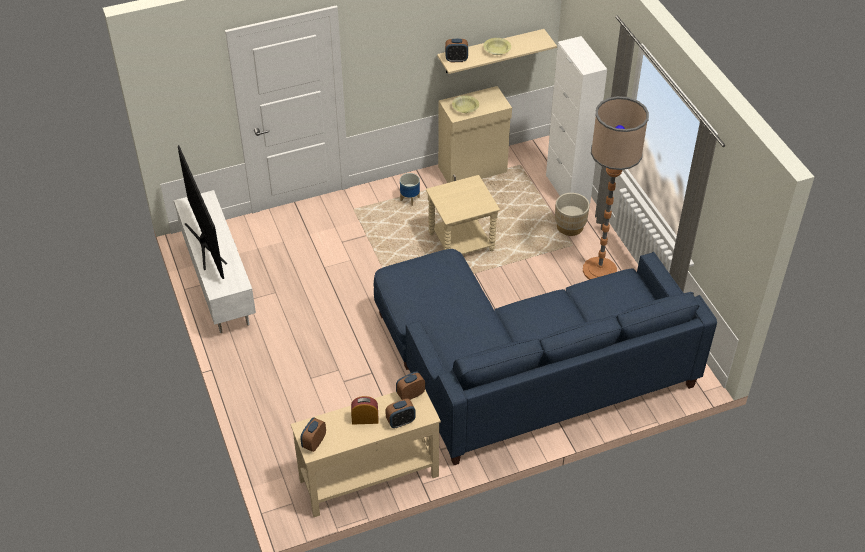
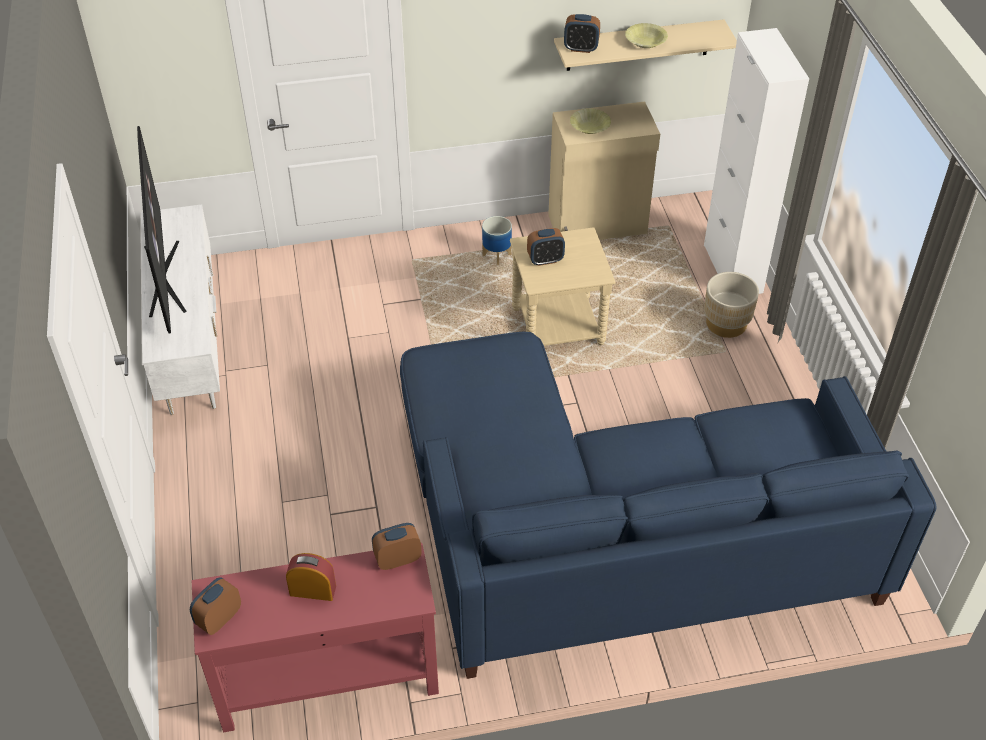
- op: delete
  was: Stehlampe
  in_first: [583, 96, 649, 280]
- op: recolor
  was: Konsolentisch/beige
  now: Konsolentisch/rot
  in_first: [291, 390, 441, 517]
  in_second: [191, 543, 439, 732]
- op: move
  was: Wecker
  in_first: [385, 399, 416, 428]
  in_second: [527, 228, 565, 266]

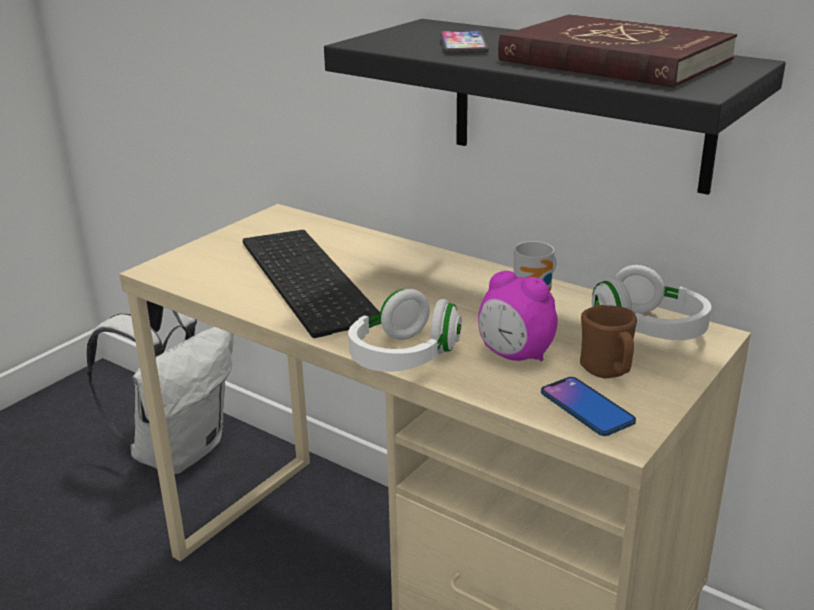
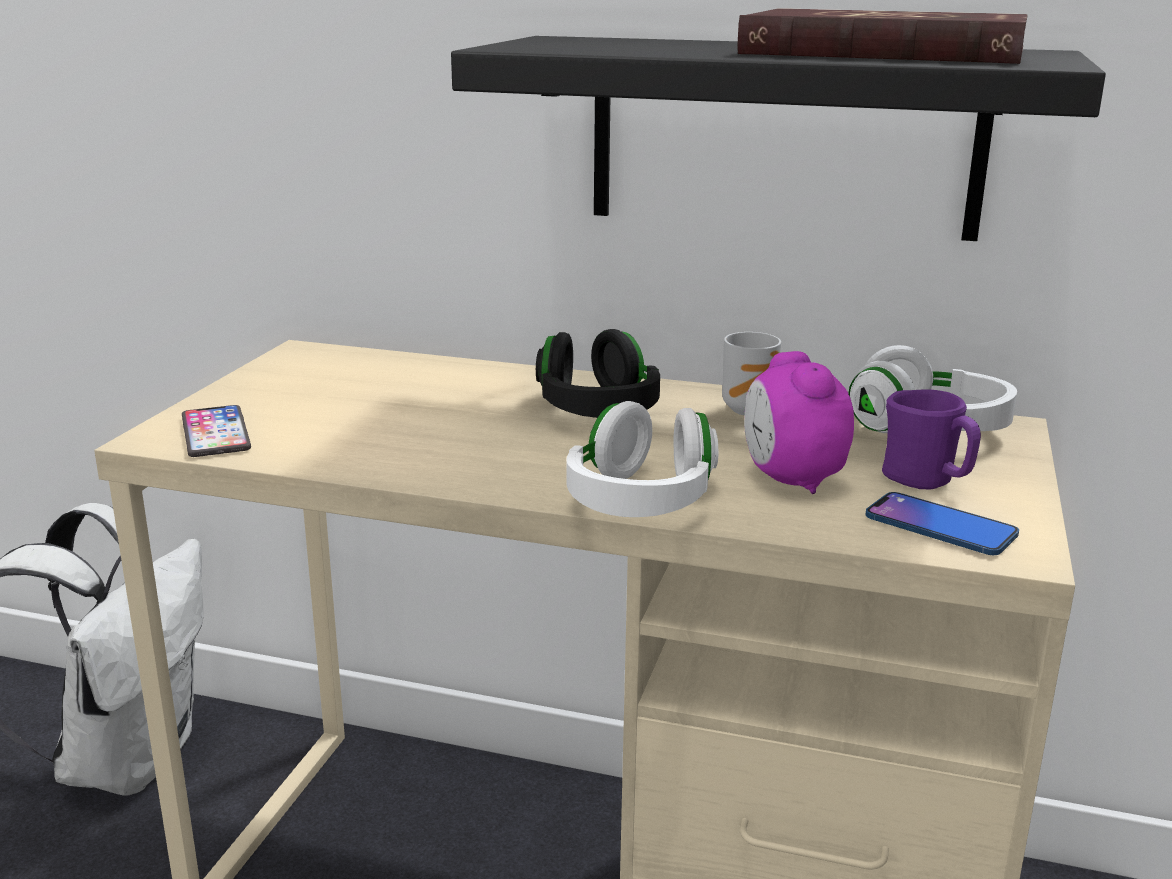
- op: move
  was: Handy
  in_first: [440, 30, 489, 53]
  in_second: [182, 405, 251, 457]
- op: delete
  was: Tastatur
  in_first: [243, 230, 380, 338]
- op: rotate
  was: Wecker
  in_first: [478, 271, 558, 361]
  in_second: [744, 351, 854, 494]
  clockwise: 60
- op: recolor
  was: Henkelbecher/braun
  now: Henkelbecher/lila
  in_first: [580, 305, 637, 378]
  in_second: [882, 390, 981, 490]
- op: insert
  now: Kopfhörer/schwarz
  in_second: [536, 329, 660, 418]

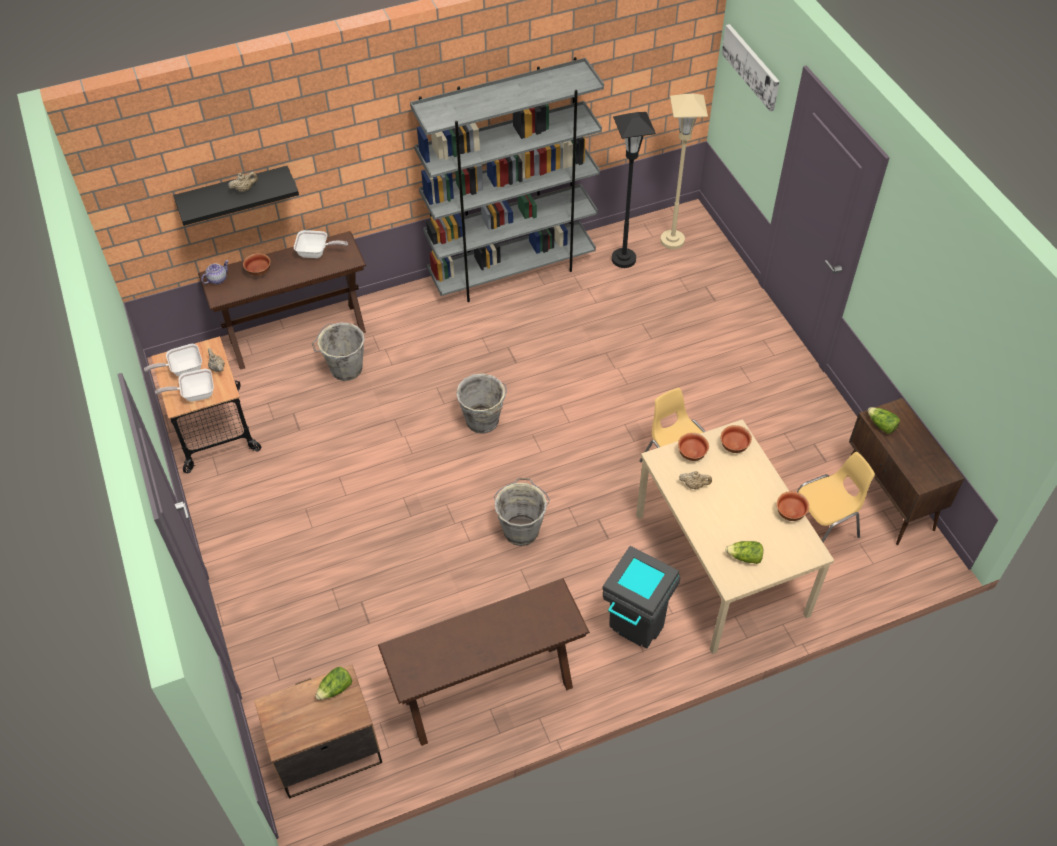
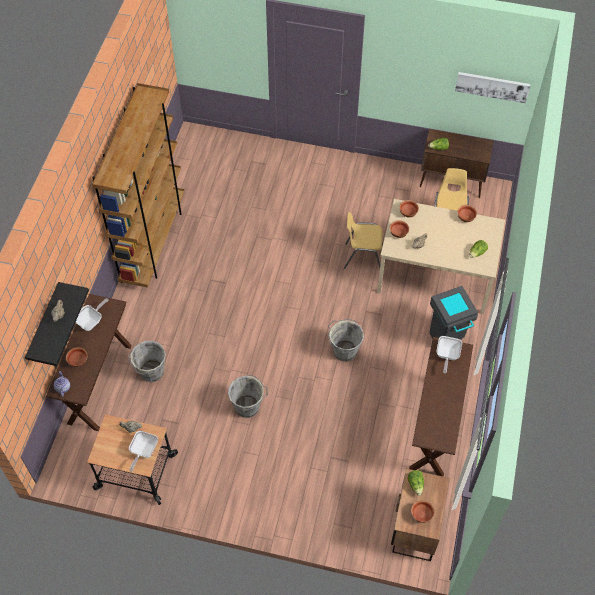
- op: move
  was: Bild
  in_first: [722, 24, 780, 112]
  in_second: [455, 72, 531, 103]
- op: recolor
  was: Bücherregal/grau
  now: Bücherregal/braun
  in_first: [410, 57, 604, 302]
  in_second: [92, 83, 184, 288]
- op: delete
  was: Stehlampe/beige
  in_first: [660, 94, 708, 249]
- op: delete
  was: Stehlampe/schwarz
  in_first: [612, 112, 656, 268]
- op: move
  was: Pfanne
  in_first: [144, 344, 202, 376]
  in_second: [436, 336, 462, 373]
- op: move
  was: Eimer/grau
  in_first: [456, 373, 507, 434]
  in_second: [228, 375, 268, 418]
- op: insert
  now: Schüssel
  in_second: [411, 500, 435, 523]

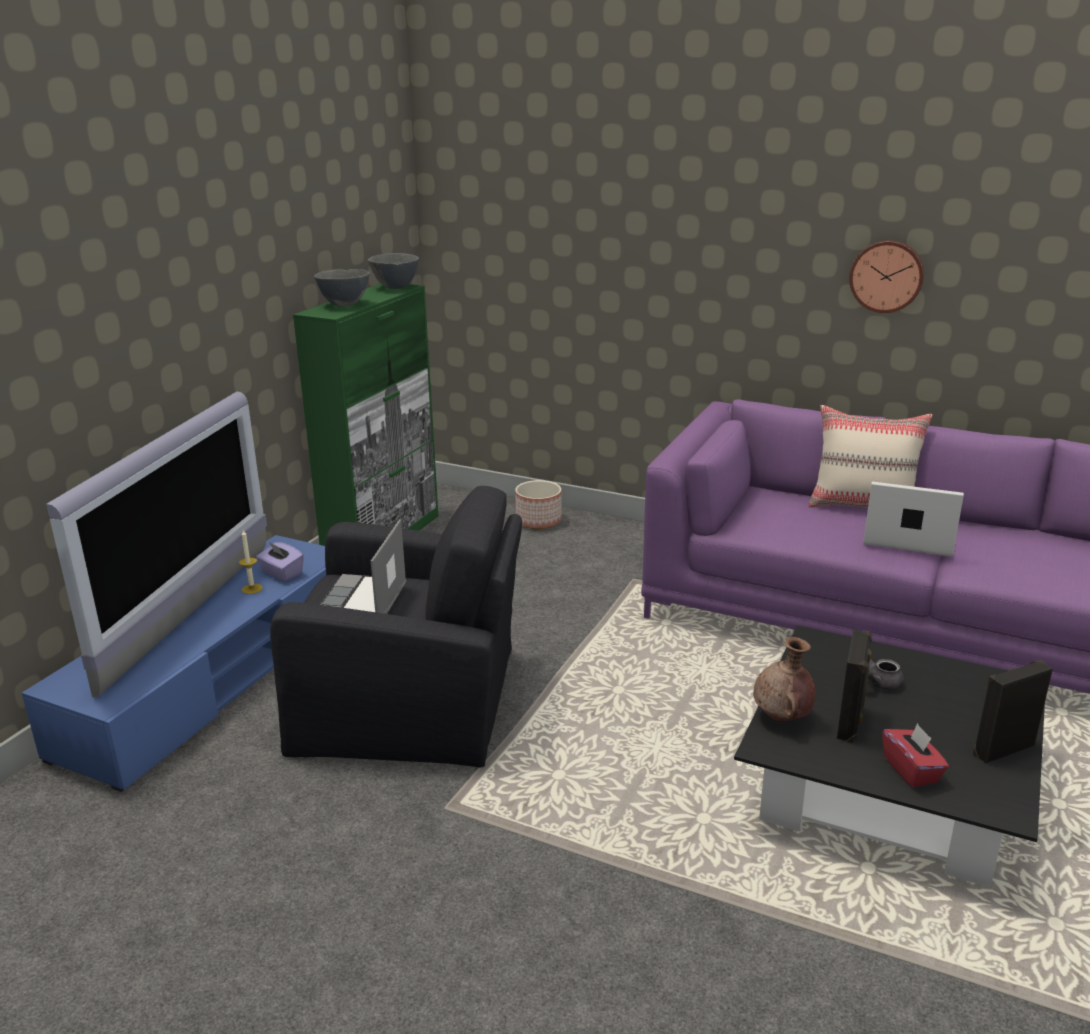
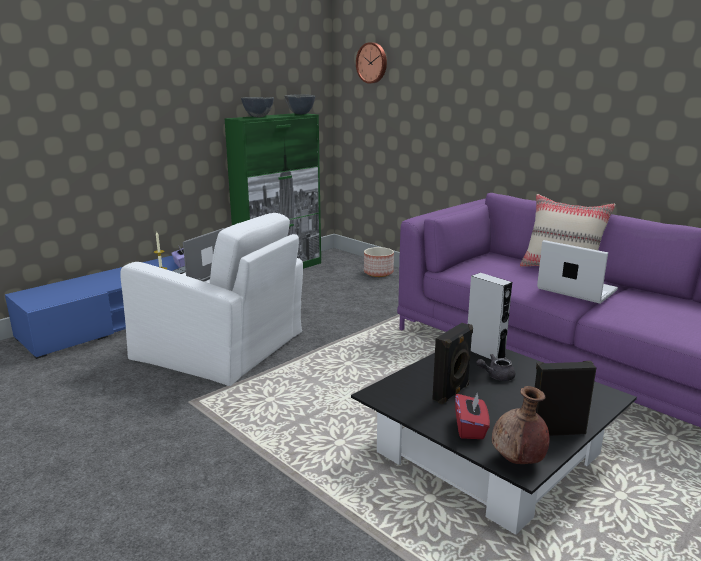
- op: move
  was: Wanduhr
  in_first: [849, 240, 924, 313]
  in_second: [356, 42, 387, 84]
- op: delete
  was: Fernseher
  in_first: [46, 392, 267, 698]
- op: recolor
  was: Sessel/schwarz
  now: Sessel/weiß
  in_first: [270, 486, 522, 767]
  in_second: [120, 213, 303, 386]
- op: move
  was: Vase/braun
  in_first: [753, 637, 815, 721]
  in_second: [492, 386, 550, 464]
- op: insert
  now: Lautsprecher/grau
  in_second: [468, 273, 512, 360]

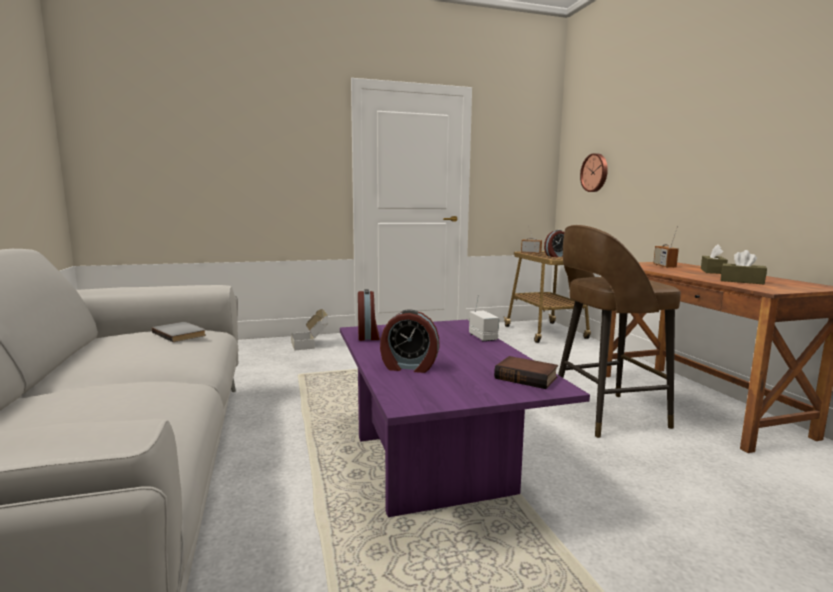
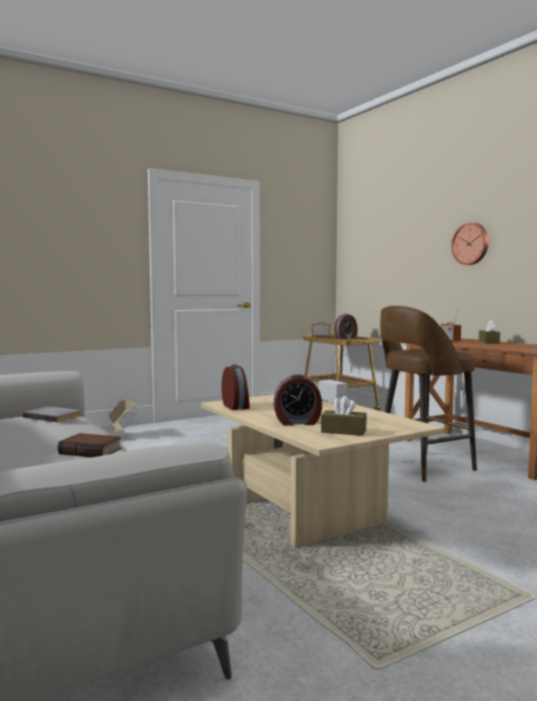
- op: move
  was: Wanduhr
  in_first: [580, 153, 608, 192]
  in_second: [451, 223, 489, 265]
- op: move
  was: Taschentuchbox/braun
  in_first: [720, 250, 767, 284]
  in_second: [321, 396, 367, 436]
- op: recolor
  was: Couchtisch/lila
  now: Couchtisch/beige
  in_first: [340, 320, 590, 517]
  in_second: [201, 395, 444, 548]
- op: move
  was: Buch
  in_first: [494, 356, 558, 389]
  in_second: [58, 433, 122, 457]

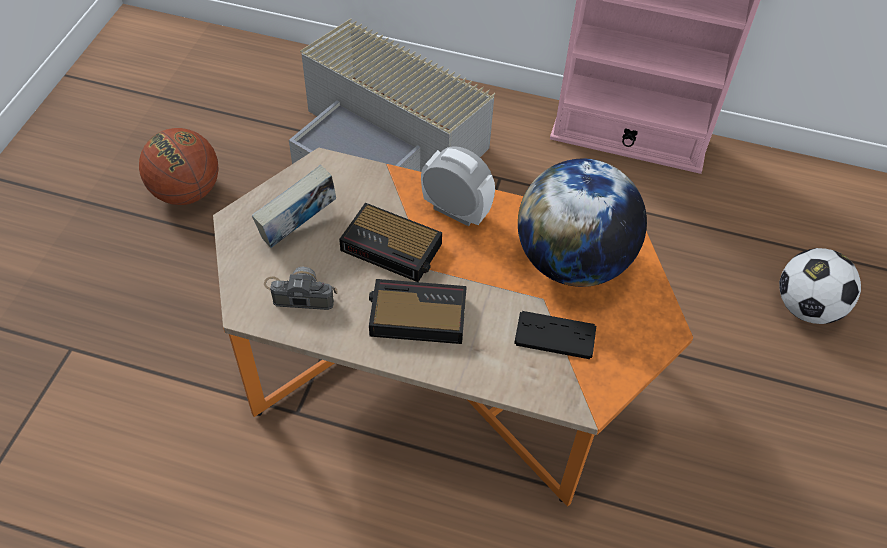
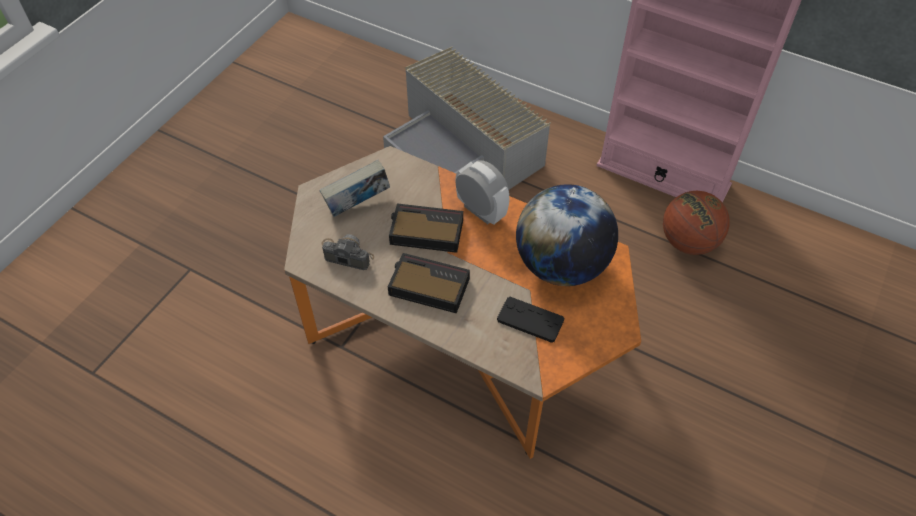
- op: move
  was: Basketball
  in_first: [139, 128, 219, 205]
  in_second: [663, 191, 729, 255]
- op: rotate
  was: Wecker
  in_first: [339, 203, 442, 282]
  in_second: [389, 203, 463, 253]
  clockwise: 150
- op: delete
  was: Fußball
  in_first: [779, 248, 861, 324]

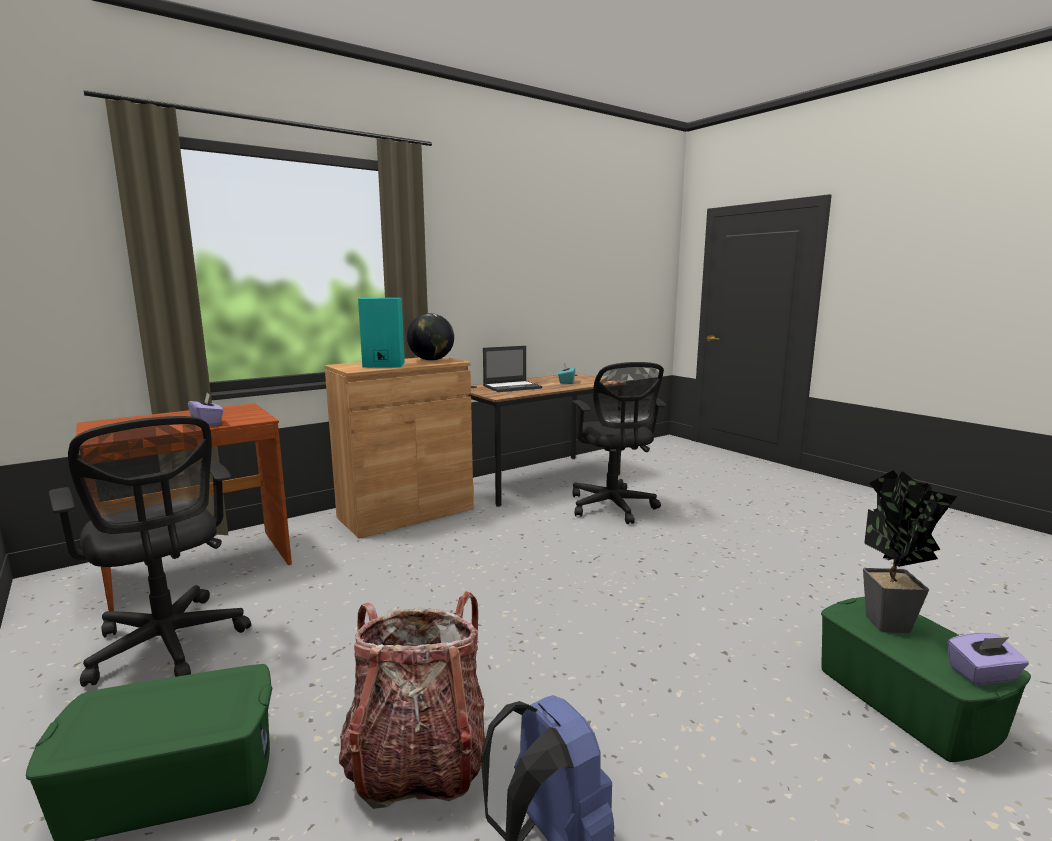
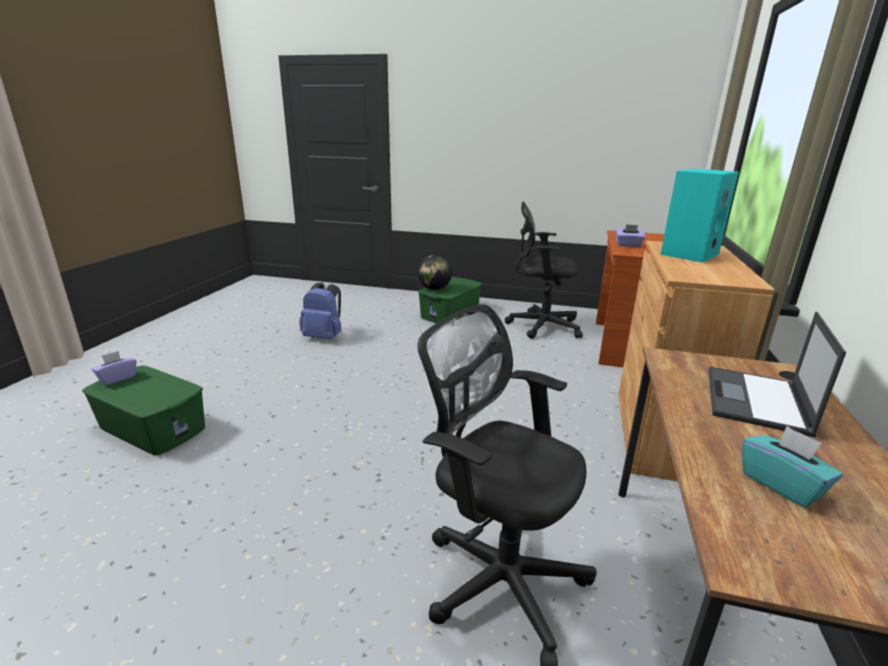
- op: move
  was: Globus
  in_first: [407, 313, 454, 361]
  in_second: [417, 255, 452, 290]
- op: delete
  was: Topfpflanze
  in_first: [863, 470, 957, 633]
- op: delete
  was: Rucksack
  in_first: [339, 591, 485, 809]

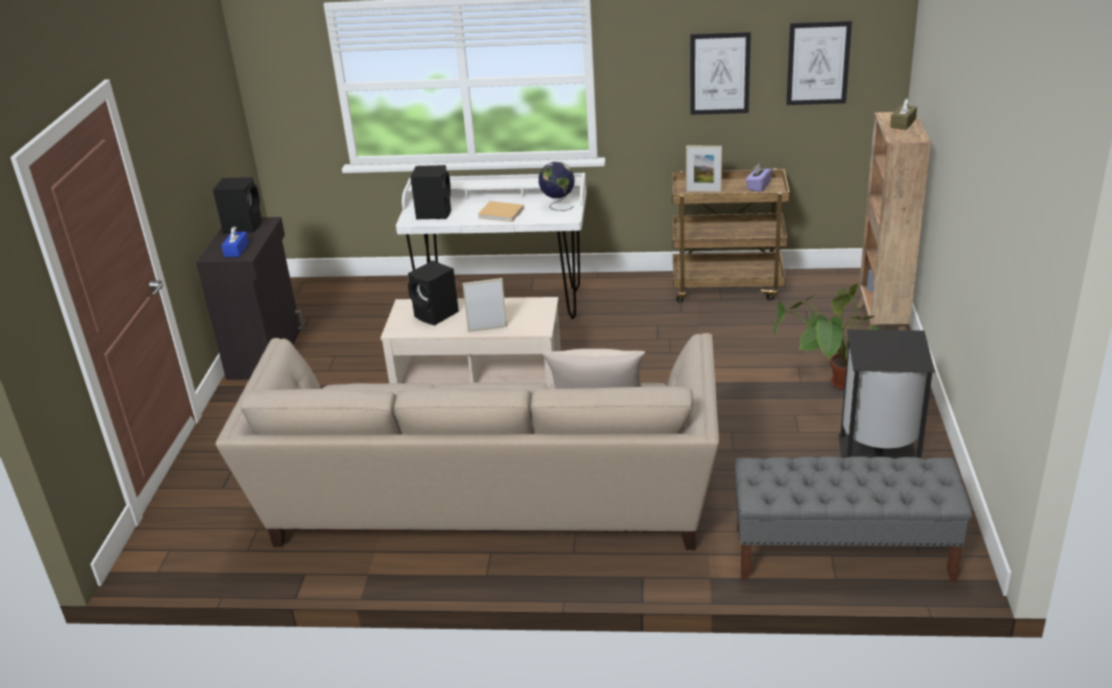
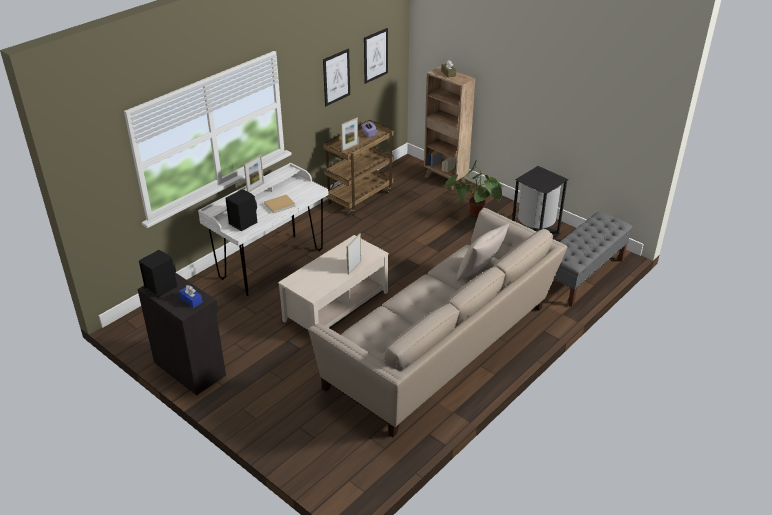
- op: delete
  was: Globus
  in_first: [539, 162, 575, 211]
- op: delete
  was: Lautsprecher/schwarz
  in_first: [408, 260, 459, 325]
- op: insert
  now: Bilderrahmen
  in_second: [244, 155, 264, 192]

